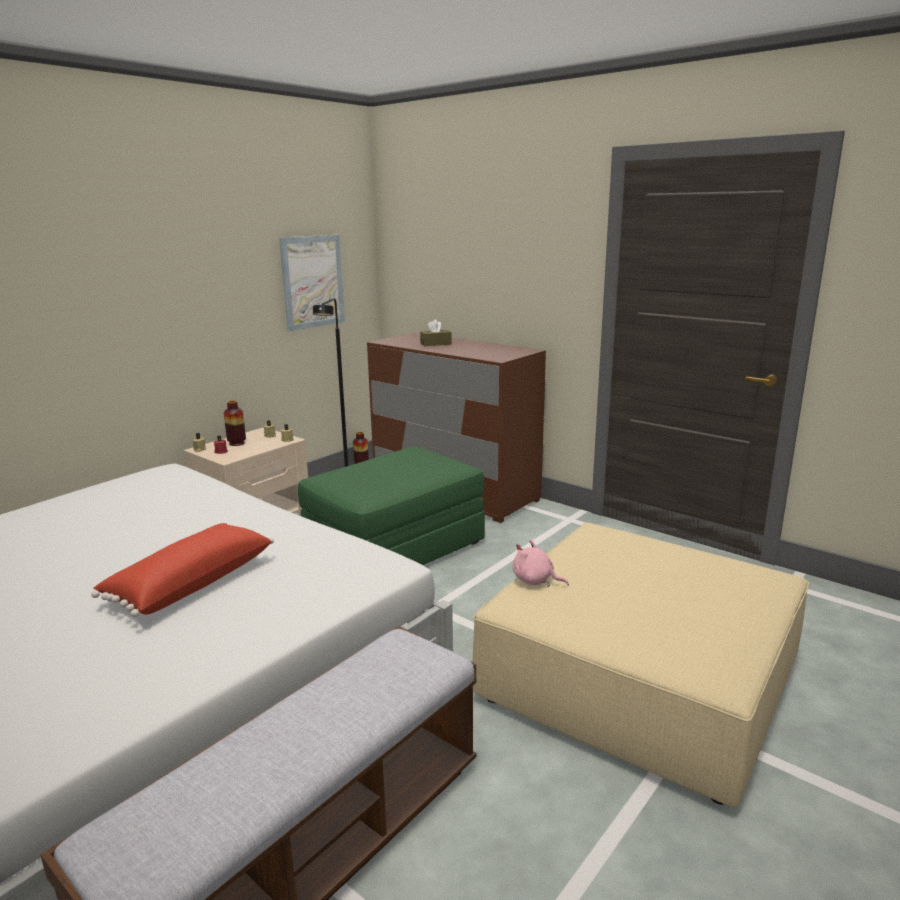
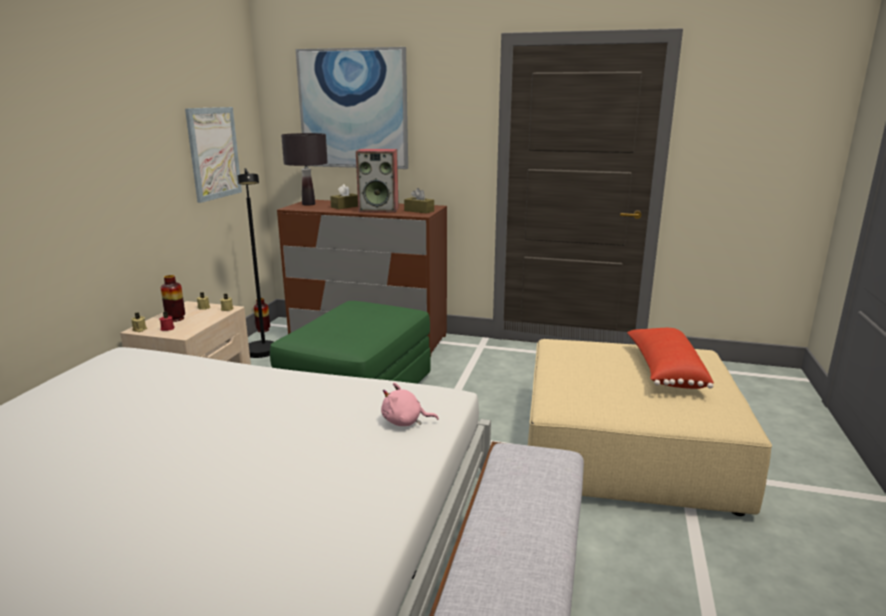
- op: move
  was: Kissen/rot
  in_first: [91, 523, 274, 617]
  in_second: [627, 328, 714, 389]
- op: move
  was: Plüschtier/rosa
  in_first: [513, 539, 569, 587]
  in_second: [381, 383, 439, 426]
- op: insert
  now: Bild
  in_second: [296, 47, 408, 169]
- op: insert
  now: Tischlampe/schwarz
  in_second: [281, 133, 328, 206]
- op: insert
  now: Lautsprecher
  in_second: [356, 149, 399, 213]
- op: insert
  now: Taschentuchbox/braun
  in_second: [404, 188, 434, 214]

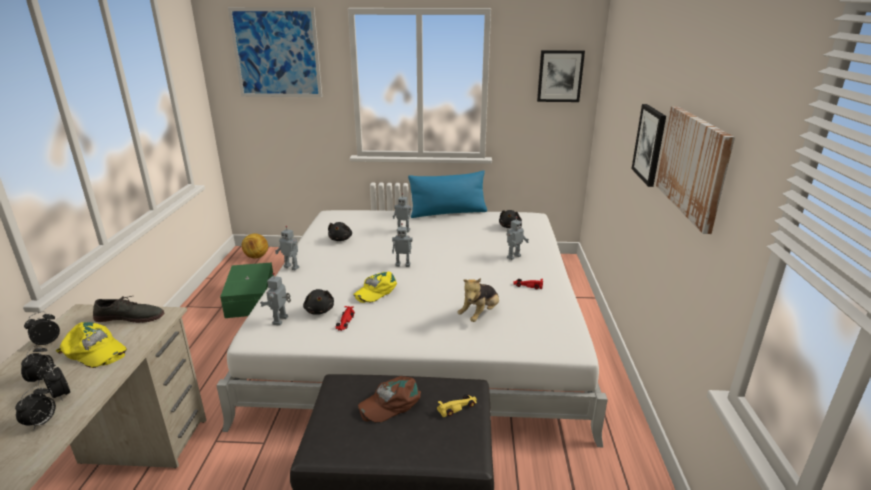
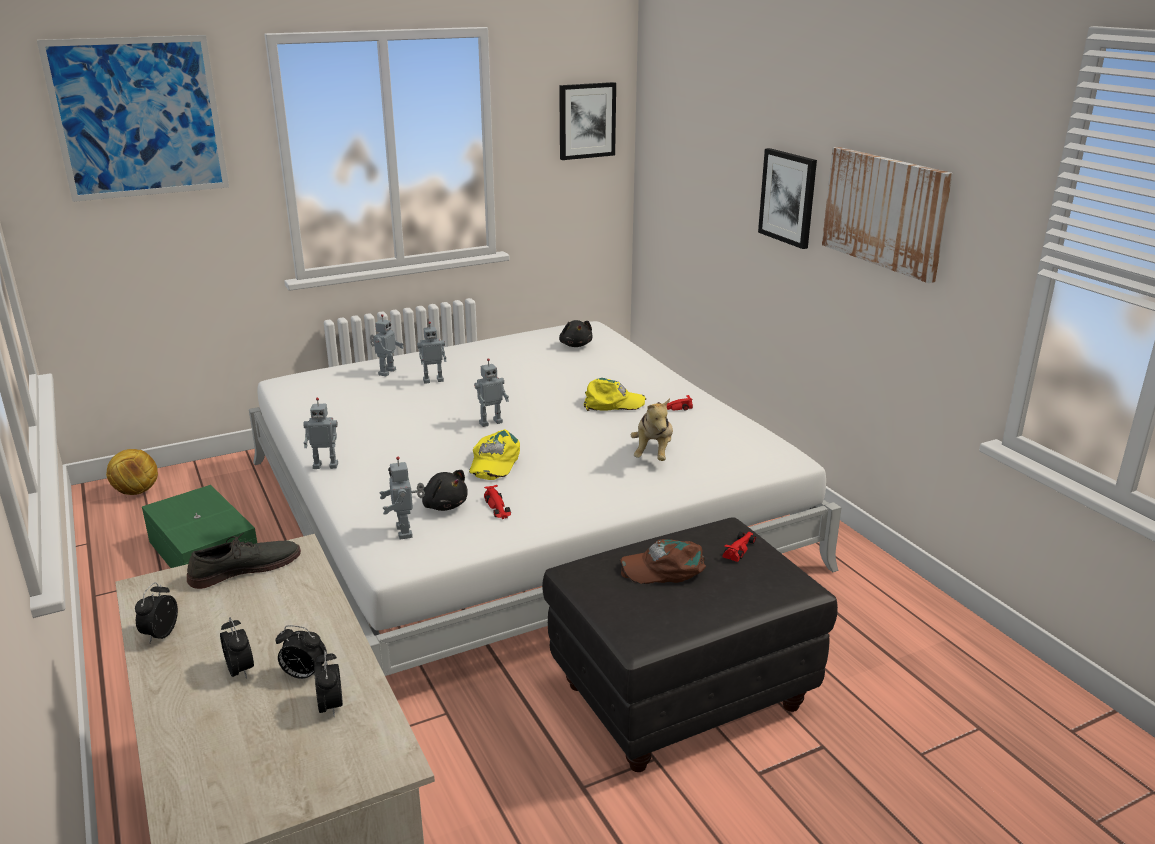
- op: delete
  was: Kissen/blau
  in_first: [408, 171, 487, 218]
- op: move
  was: Spielzeugroboter
  in_first: [506, 216, 529, 260]
  in_second: [370, 314, 404, 376]
- op: delete
  was: Plüschtier/schwarz
  in_first: [328, 222, 352, 241]
- op: move
  was: Kappe/gelb
  in_first: [56, 322, 127, 368]
  in_second: [584, 378, 646, 411]
- op: rotate
  was: Kappe/braun
  in_first: [358, 376, 421, 423]
  in_second: [620, 539, 706, 584]
  clockwise: 60
- op: recolor
  was: Spielzeugauto/gelb
  now: Spielzeugauto/rot
  in_first: [437, 394, 477, 417]
  in_second: [723, 532, 756, 562]

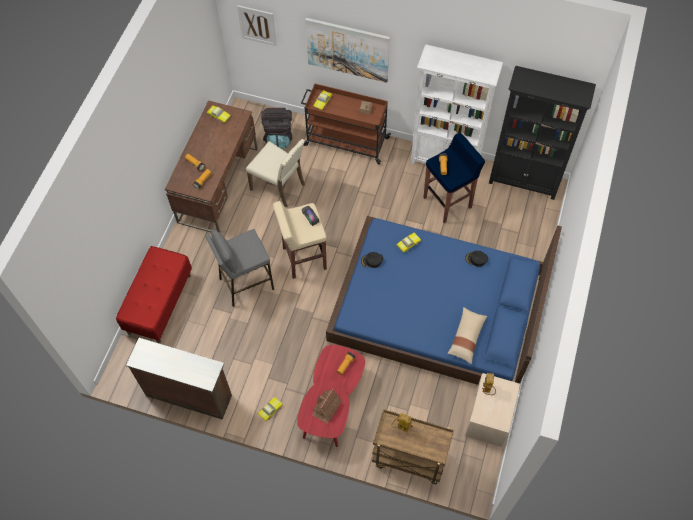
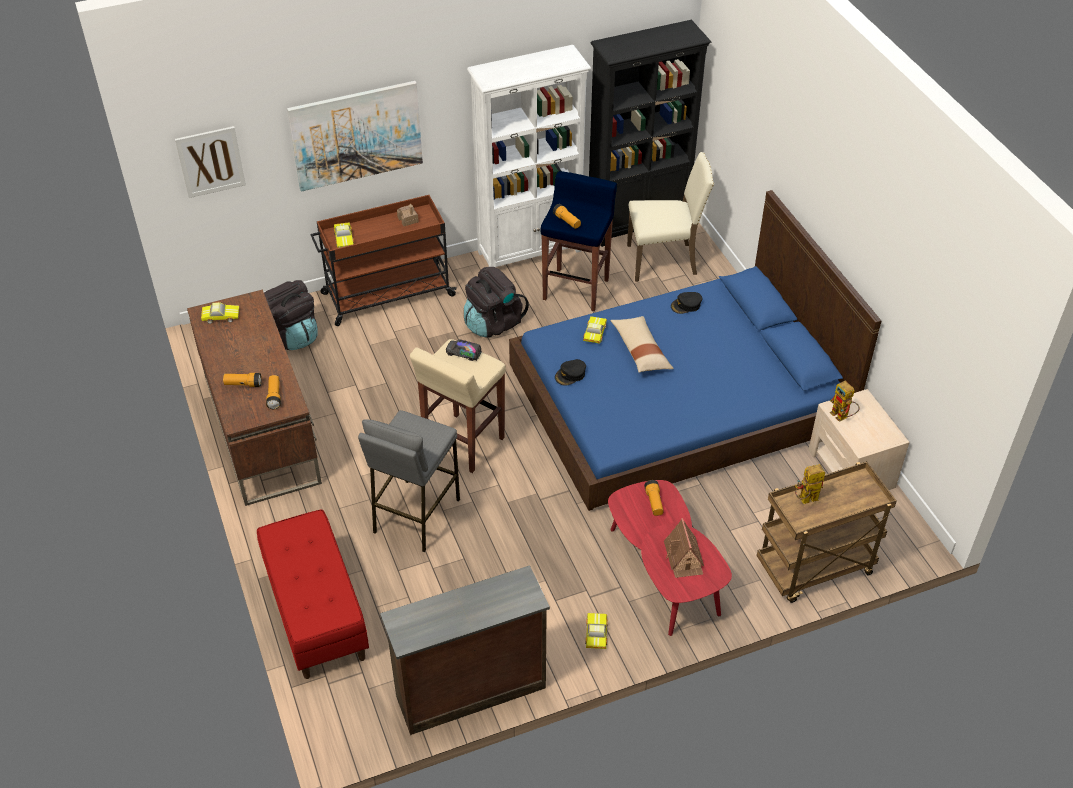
- op: move
  was: Stuhl/beige
  in_first: [246, 139, 305, 207]
  in_second: [627, 152, 714, 282]
- op: move
  was: Kissen/beige
  in_first: [447, 307, 487, 364]
  in_second: [610, 316, 674, 373]
- op: insert
  now: Rucksack/schwarz
  in_second: [464, 267, 529, 338]

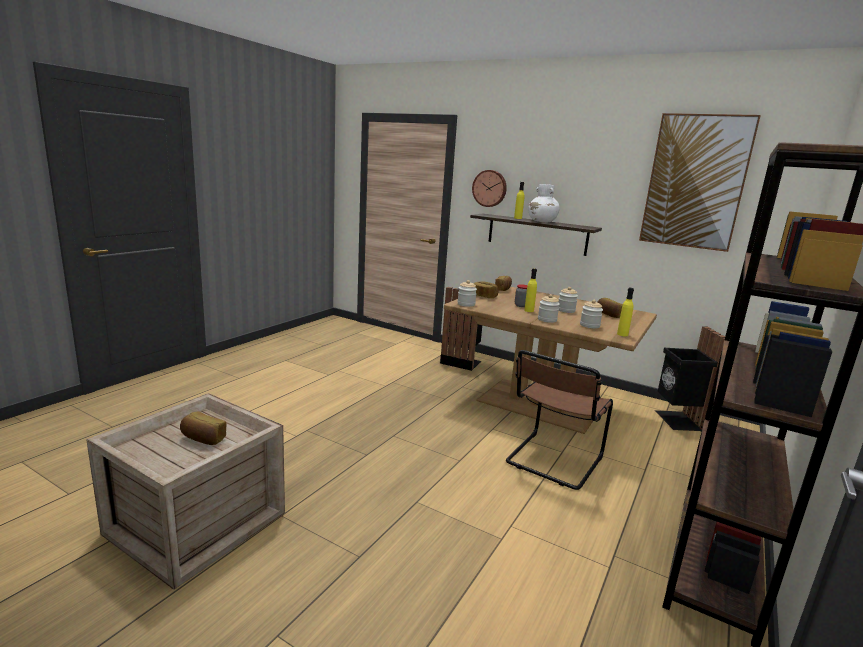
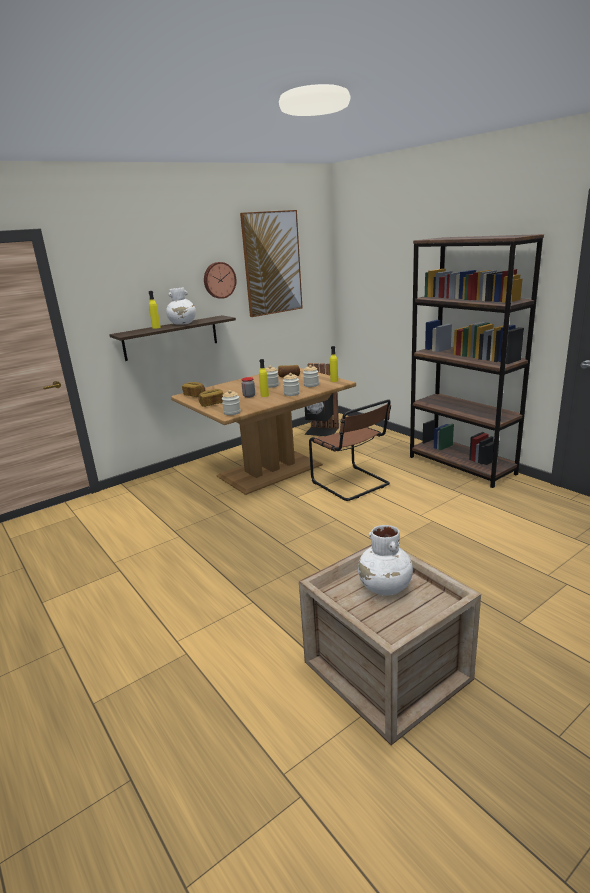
- op: move
  was: Wanduhr
  in_first: [472, 170, 507, 207]
  in_second: [204, 262, 237, 299]
- op: delete
  was: Mülleimer/schwarz
  in_first: [440, 287, 482, 371]
- op: replace
  was: Brot
  now: Vase/weiß
  in_first: [180, 411, 227, 445]
  in_second: [358, 525, 413, 595]

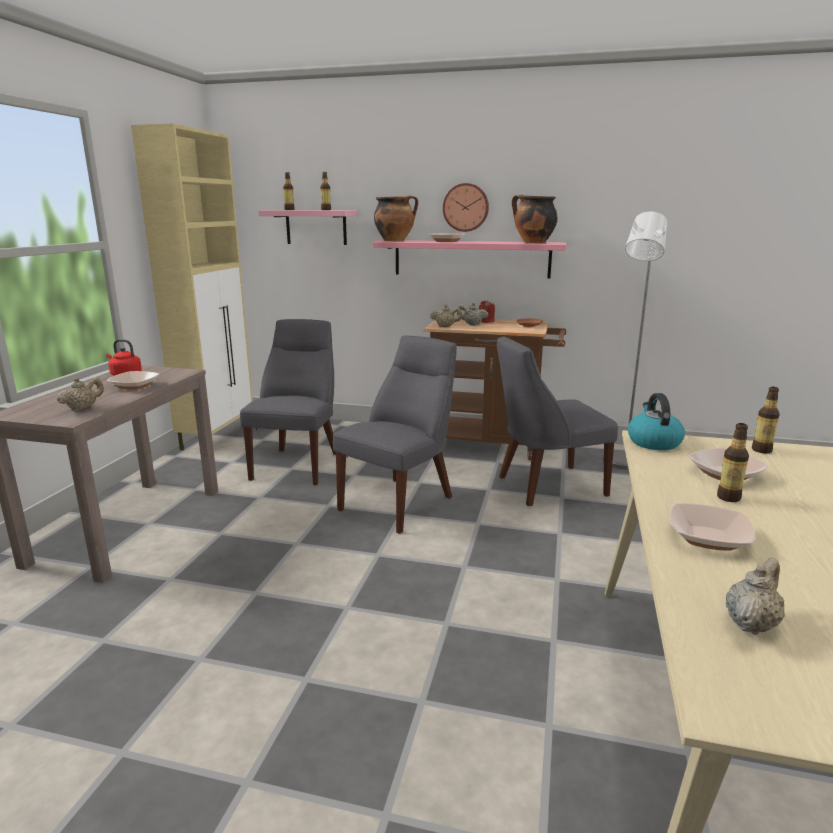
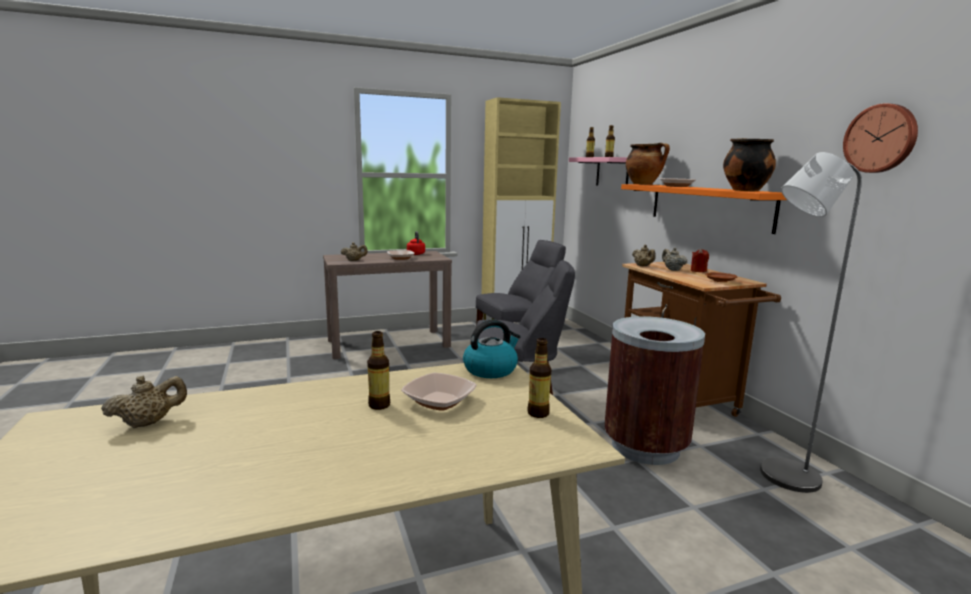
- op: move
  was: Wanduhr
  in_first: [443, 183, 489, 232]
  in_second: [843, 103, 918, 173]
- op: recolor
  was: Wandregal/rosa
  now: Wandregal/orange
  in_first: [373, 240, 566, 279]
  in_second: [621, 184, 787, 234]
- op: replace
  was: Stuhl/grau
  now: Mülleimer/braun
  in_first: [497, 336, 618, 506]
  in_second: [604, 316, 705, 465]
- op: delete
  was: Schüssel
  in_first: [669, 503, 756, 551]
- op: rotate
  was: Teekanne/beige
  in_first: [726, 558, 785, 635]
  in_second: [101, 376, 187, 428]
  clockwise: -45

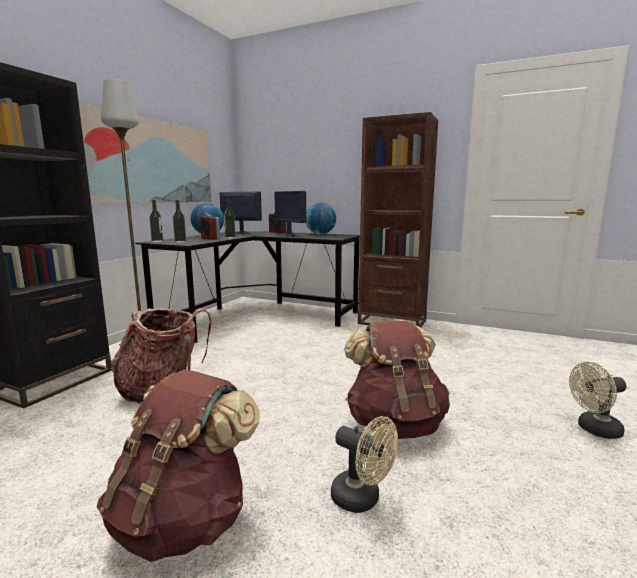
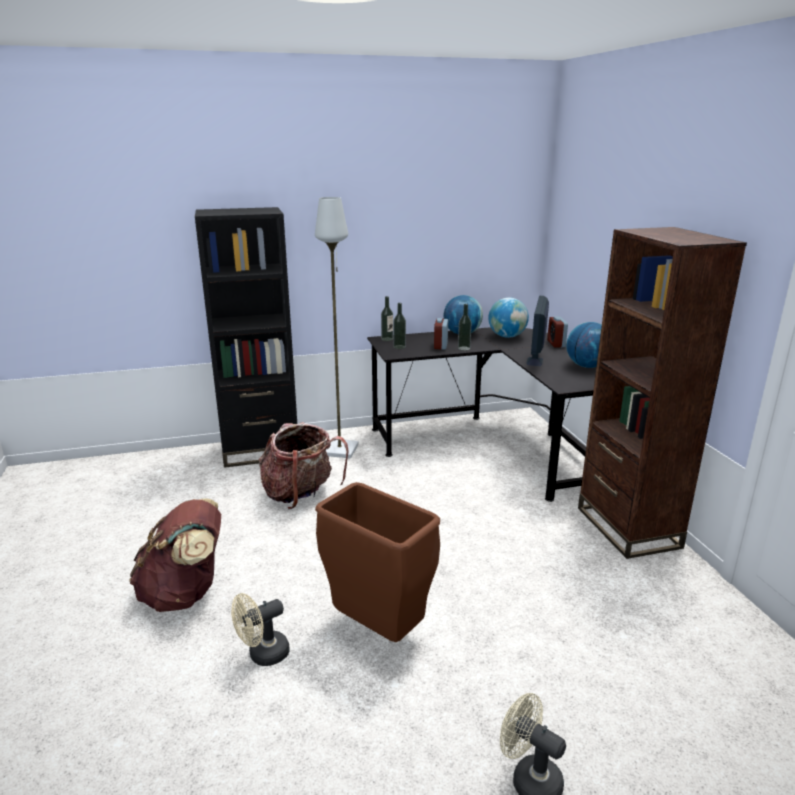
- op: delete
  was: Bild
  in_first: [79, 103, 211, 203]
- op: replace
  was: Monitor
  now: Globus
  in_first: [220, 192, 262, 234]
  in_second: [488, 297, 529, 338]
- op: replace
  was: Rucksack/braun
  now: Mülleimer/braun
  in_first: [344, 321, 450, 439]
  in_second: [315, 482, 440, 642]
- op: rotate
  was: Ventilator/beige
  in_first: [331, 416, 398, 513]
  in_second: [231, 593, 290, 666]
  clockwise: 60

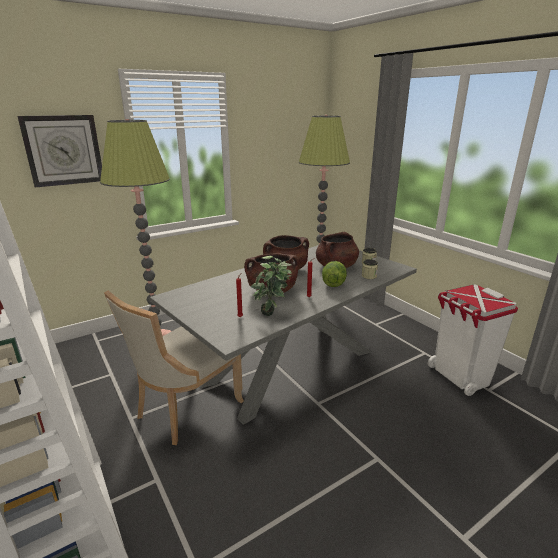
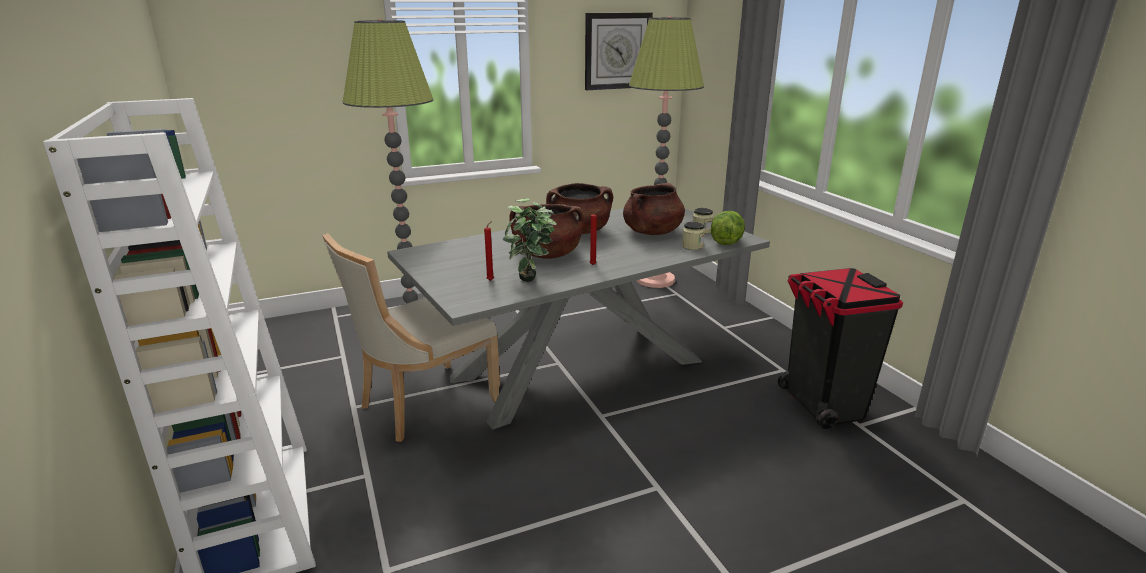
- op: move
  was: Wanduhr
  in_first: [17, 115, 102, 187]
  in_second: [585, 13, 653, 90]
- op: move
  was: Salatkopf
  in_first: [322, 261, 347, 287]
  in_second: [711, 211, 745, 245]
- op: recolor
  was: Mülleimer/weiß
  now: Mülleimer/schwarz
  in_first: [428, 284, 518, 396]
  in_second: [778, 268, 903, 429]

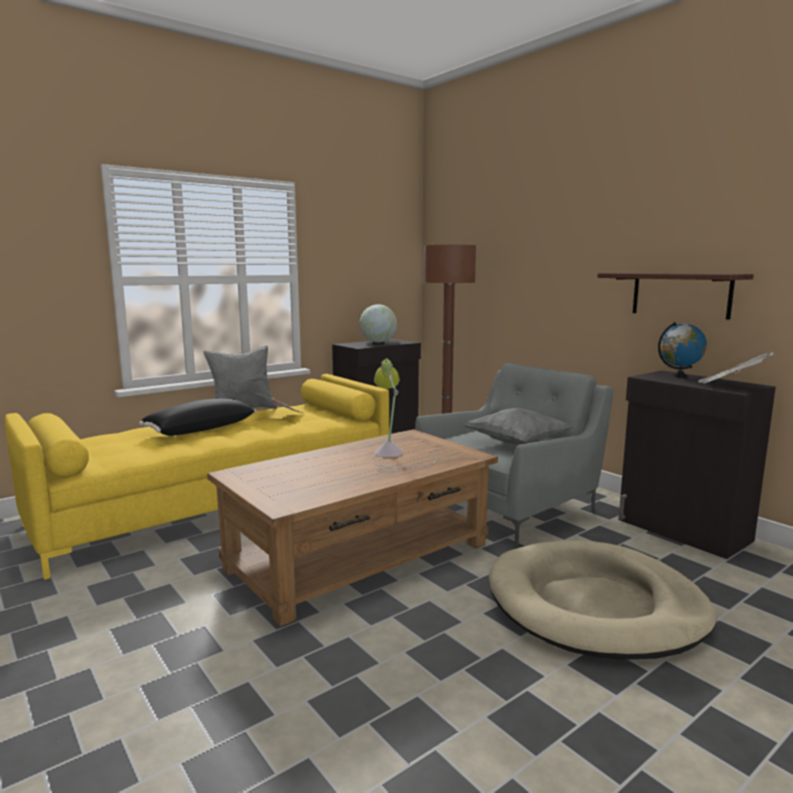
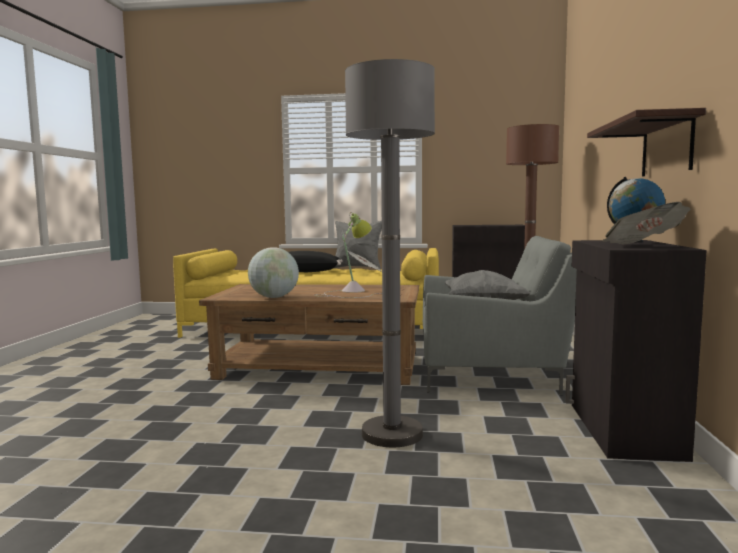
- op: move
  was: Globus
  in_first: [360, 304, 397, 342]
  in_second: [248, 247, 299, 298]
- op: replace
  was: Hundebett/beige
  now: Stehlampe/grau
  in_first: [489, 540, 716, 660]
  in_second: [345, 59, 435, 447]

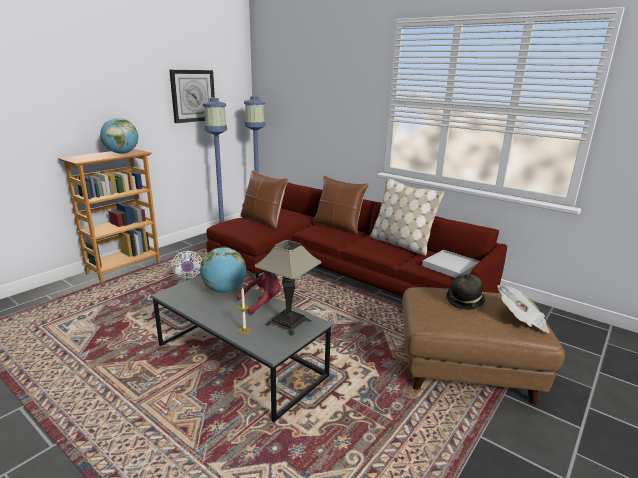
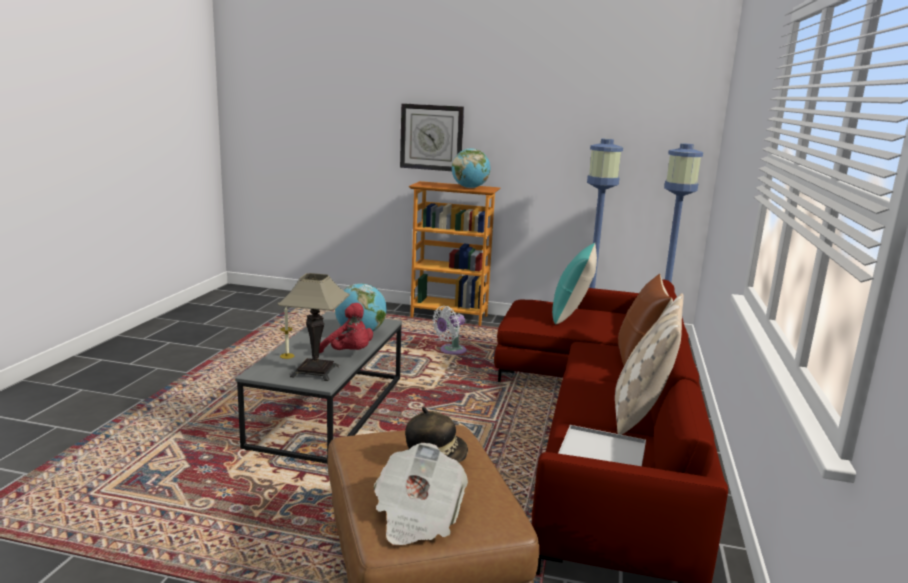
- op: move
  was: Wanduhr
  in_first: [169, 70, 215, 123]
  in_second: [400, 103, 464, 171]
- op: recolor
  was: Kissen/braun
  now: Kissen/türkis
  in_first: [241, 170, 288, 229]
  in_second: [552, 243, 597, 325]

